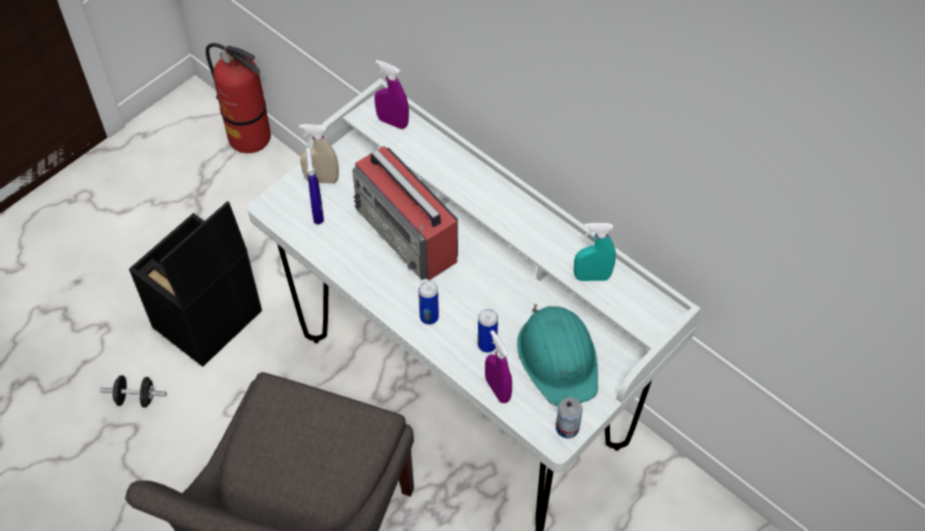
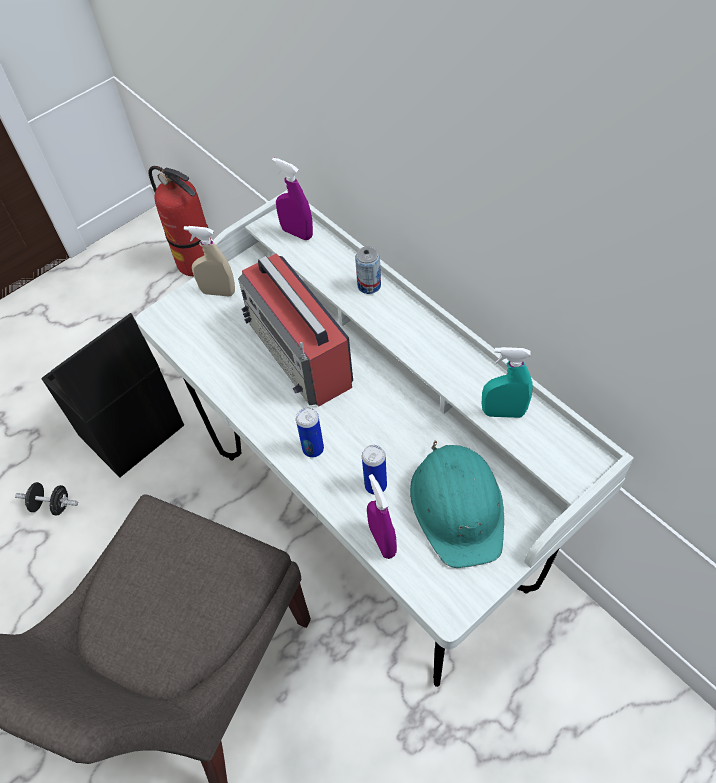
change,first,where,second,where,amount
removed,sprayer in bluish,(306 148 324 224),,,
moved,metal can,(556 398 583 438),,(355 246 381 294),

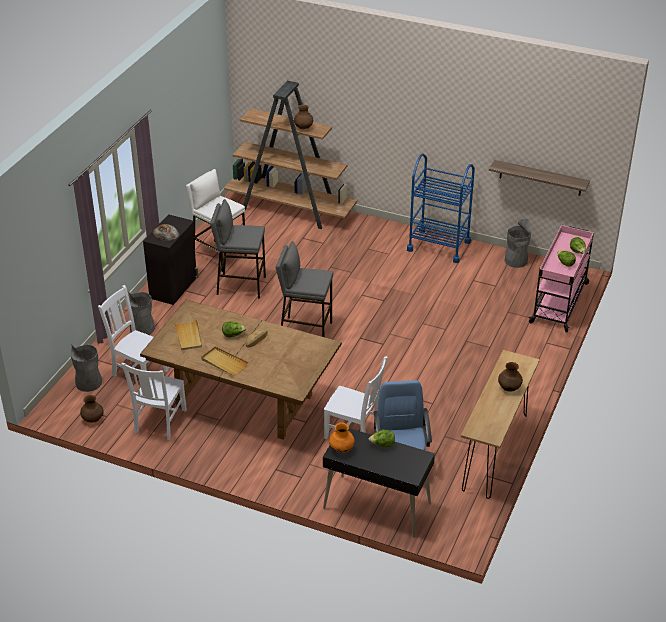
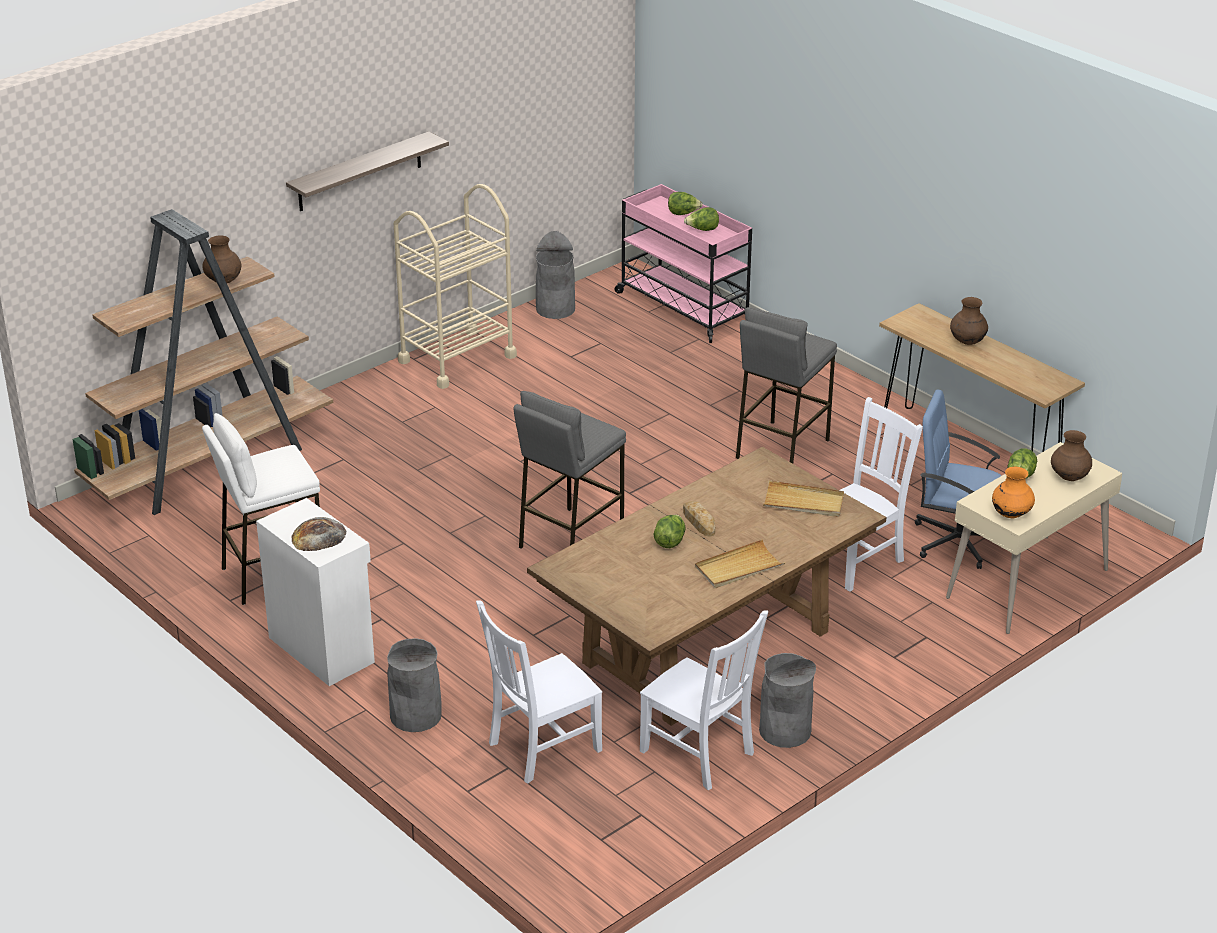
change,first,where,second,where,amount
moved,waste bin in greyish,(70 344 102 392),,(759 653 816 748),
moved,decorative vase in brown-coloured,(80 395 104 423),,(1051 430 1092 481),
moved,serving tray in beige,(174 319 202 350),,(763 480 844 517),
moved,stool in greyish,(210 199 266 299),,(736 307 837 464),
moved,bracket shelf,(489 160 590 196),,(286 132 449 211),
recoloured,cupboard in black-coloured,(143 214 199 305),cupboard in whitish,(256 498 375 686),
recoloured,desk unit in black-coloured,(323 428 435 538),desk unit in beige,(946 442 1122 634),
recoloured,wheeled cart in bluish,(407 154 475 263),wheeled cart in beige,(394 184 517 389),

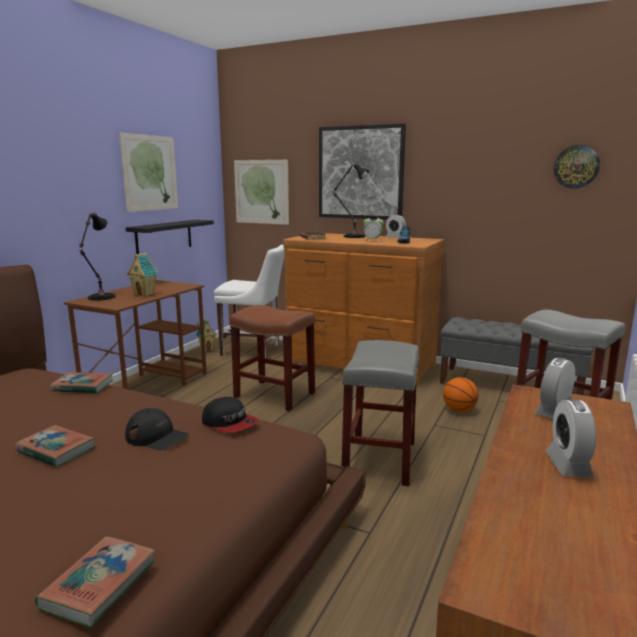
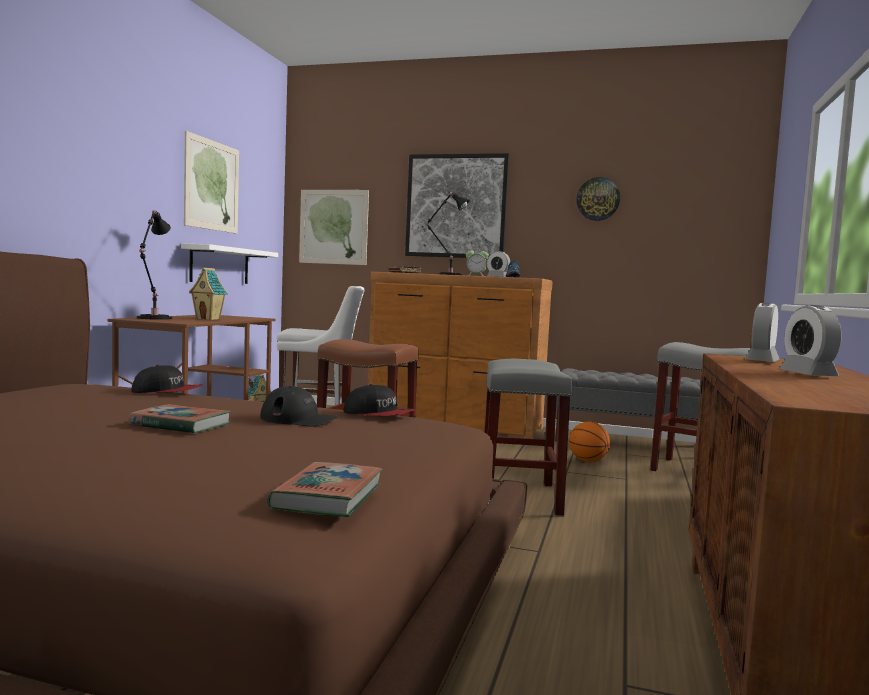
change,first,where,second,where,amount
moved,wall clock,(553 145 600 189),,(576 177 620 221),
replaced,book,(50 372 113 393),cap,(131 365 203 393),
recoloured,bracket shelf in black-coloured,(126 220 214 254),bracket shelf in whitish,(181 243 278 284),

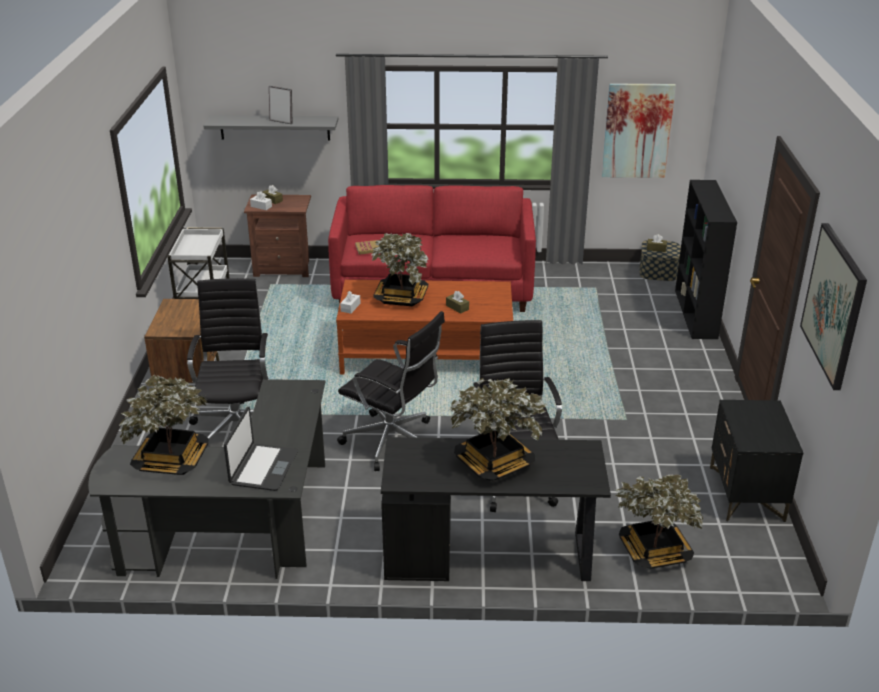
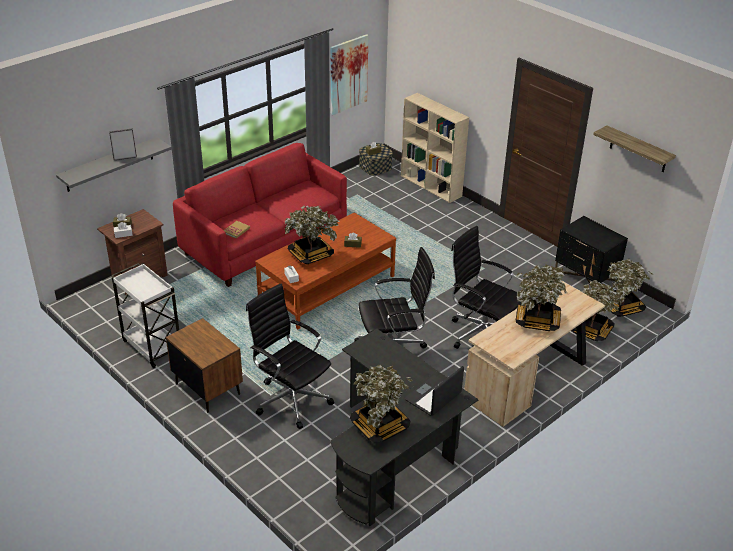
change,first,where,second,where,amount
added,,,plant in a pot,(607 259 653 316),
replaced,wall picture,(800 223 867 390),bracket shelf,(593 126 676 172),
recoloured,desk unit in black-coloured,(381 437 611 581),desk unit in beige,(464 281 605 427),
recoloured,bookcase in black-coloured,(675 180 737 339),bookcase in beige,(401 93 469 203),
turned,portable computer,(224 407 298 491),,(405 366 464 416),105 degrees counterclockwise

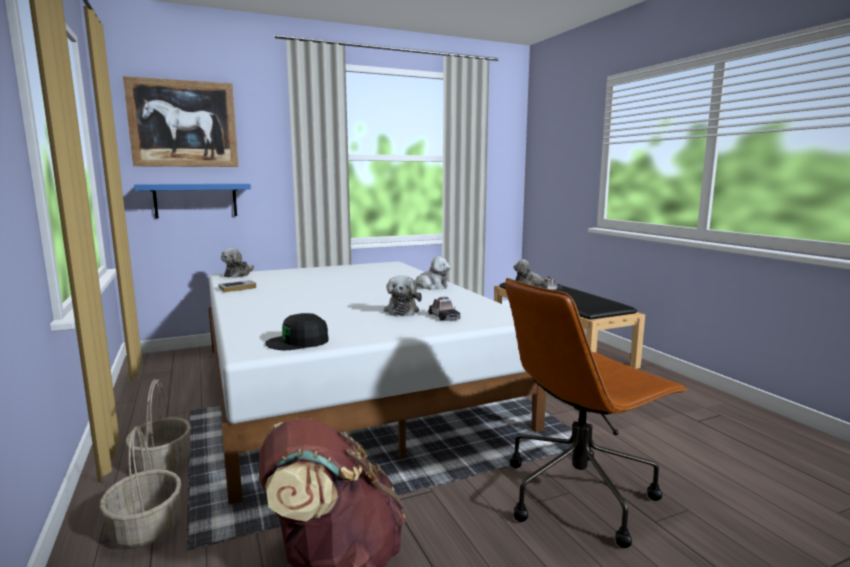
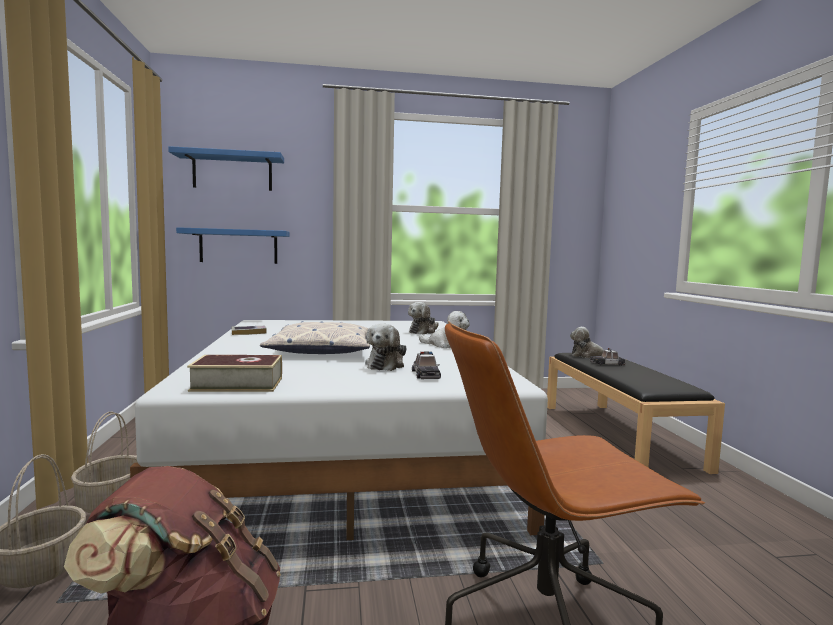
change,first,where,second,where,amount
added,,,pillow,(260 321 370 354),
moved,plush toy,(221 248 254 278),,(408 302 439 335),
replaced,wall picture,(123 76 238 167),bracket shelf in bluish,(168 146 284 191),
replaced,cap in black-coloured,(265 313 329 350),book,(187 355 282 392),

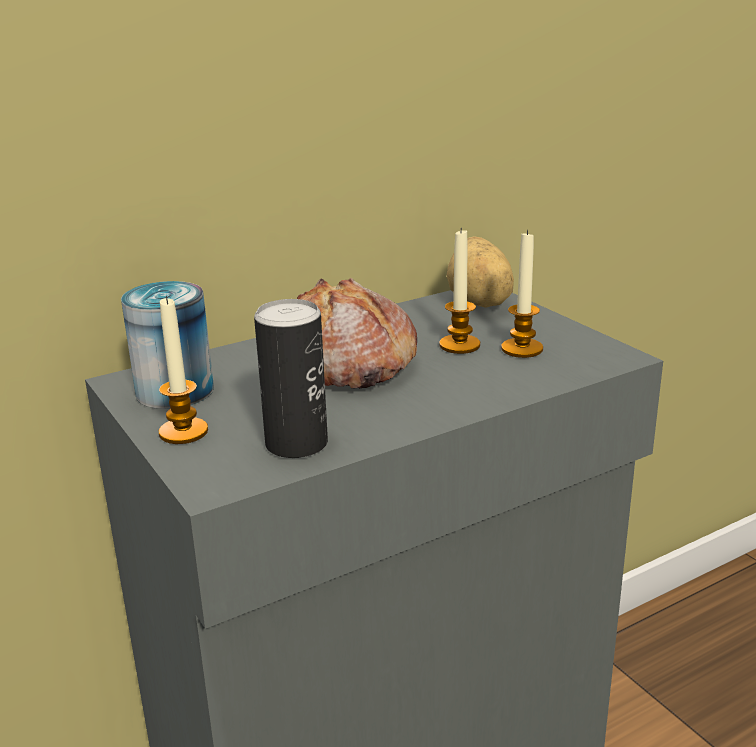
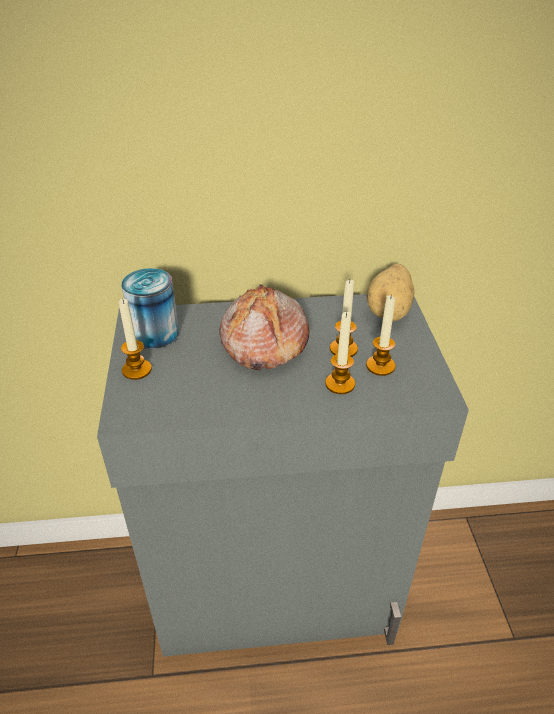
change,first,where,second,where,amount
removed,metal can,(254 299 328 458),,,
added,,,candle,(325 312 355 394),

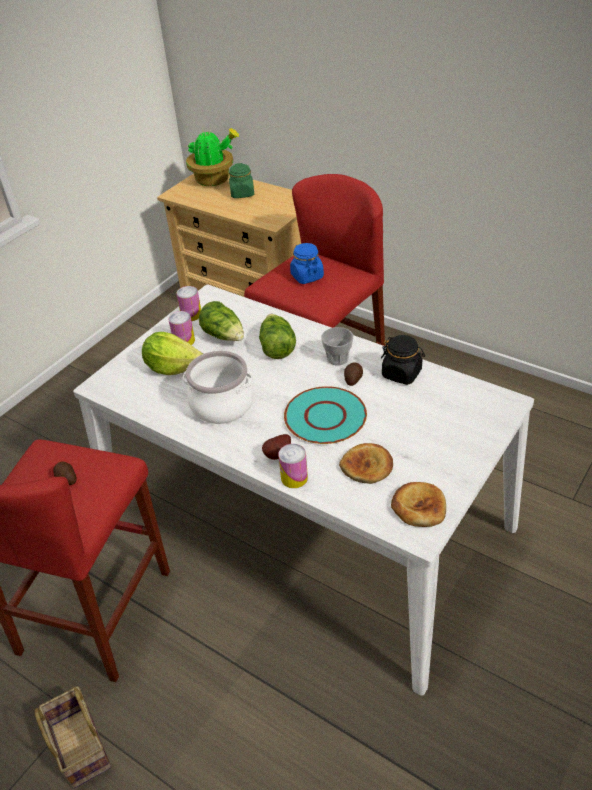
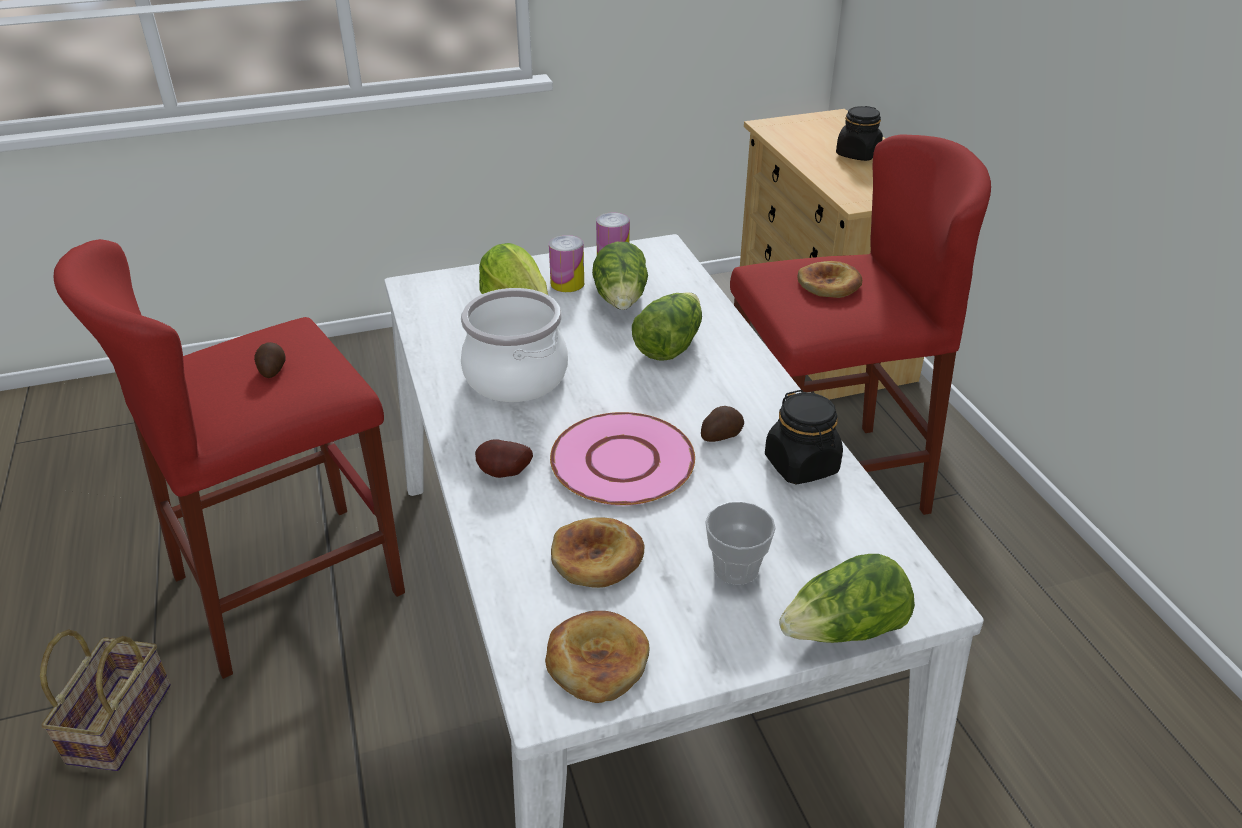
change,first,where,second,where,amount
removed,plant in a pot,(186 128 239 186),,,
removed,metal can,(278 444 308 488),,,
added,,,head of lettuce,(779 554 915 643),
moved,cup,(321 327 353 365),,(705 501 776 585),
replaced,preserve jar in bluish,(290 243 324 284),bread,(797 261 862 298),
recoloured,preserve jar in greenish,(229 163 254 198),preserve jar in black-coloured,(836 106 883 161),
recoloured,dinner plate in turquoise-coloured,(284 386 367 444),dinner plate in pinkish,(550 412 695 506),

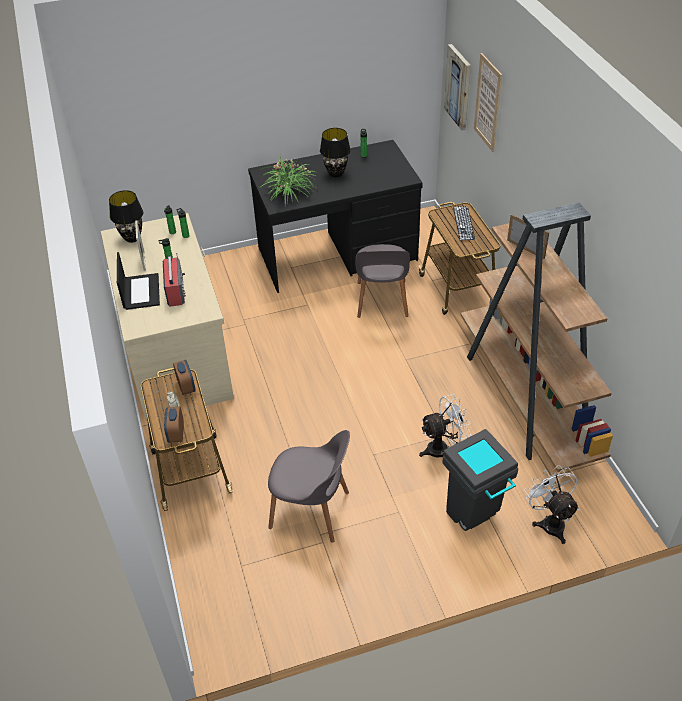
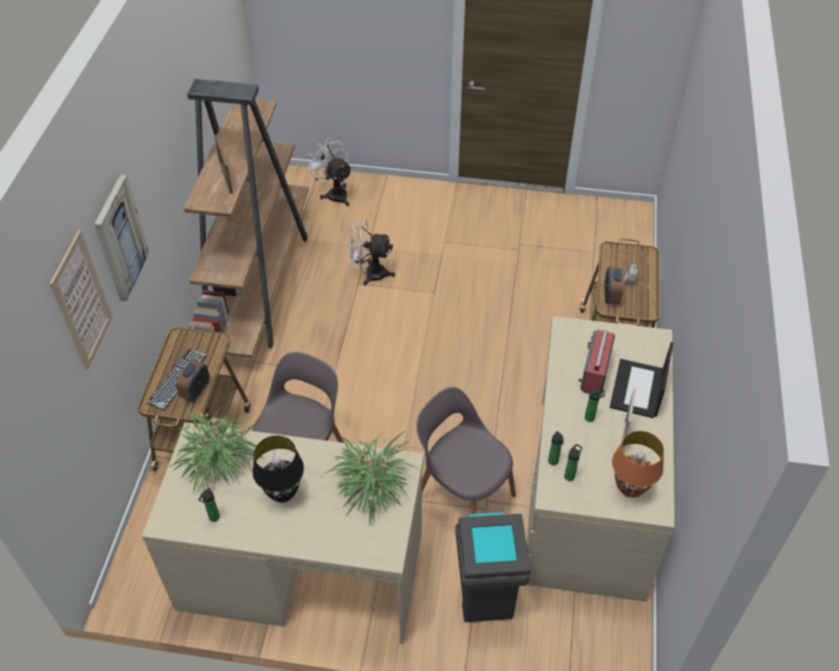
change,first,where,second,where,amount
added,,,plant in a pot,(171 406 266 493),
moved,alarm clock,(164 407 184 443),,(176 360 210 401),
moved,plain chair in greyish,(268 430 350 543),,(416 387 516 514),
moved,waste bin in greyish,(443 429 518 531),,(455 512 531 622),
moved,wall picture,(444 44 471 131),,(94 175 149 301),
recoloured,table lamp in black-coloured,(109 190 143 243),table lamp in orange,(612 431 664 498),
recoloured,desk unit in black-coloured,(248 140 423 293),desk unit in beige,(142 422 424 645),
turned,cooling fan in whitish,(524 465 579 544),,(305 137 352 206),135 degrees clockwise

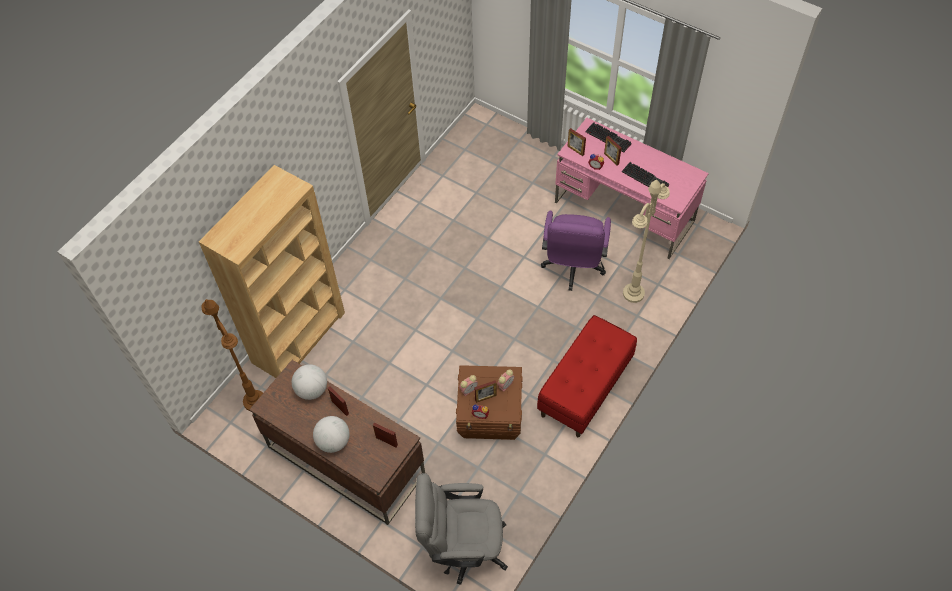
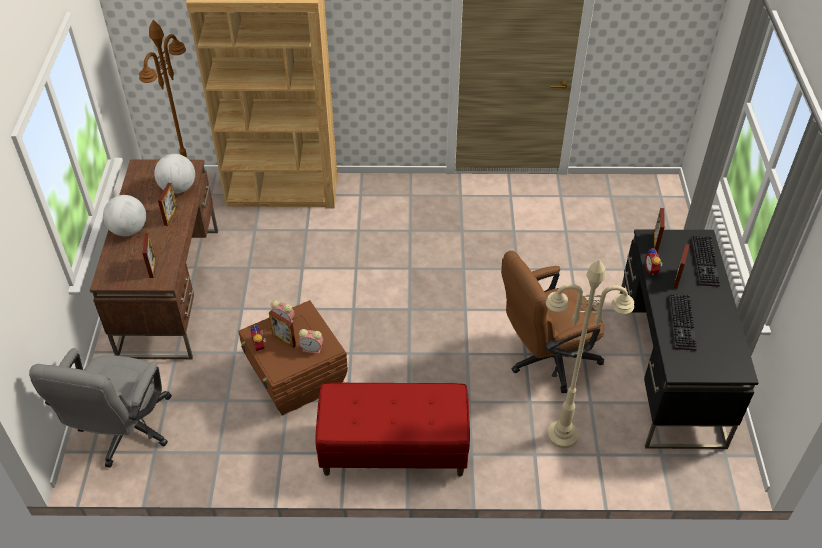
change,first,where,second,where,amount
recoloured,computer chair in purple-coloured,(541 210 611 291),computer chair in brown-coloured,(501 251 605 393),
recoloured,desk unit in pinkish,(555 118 709 259),desk unit in black-coloured,(620 230 759 449),
turned,computer chair in greyish,(415 473 508 585),,(29 348 172 468),135 degrees counterclockwise

